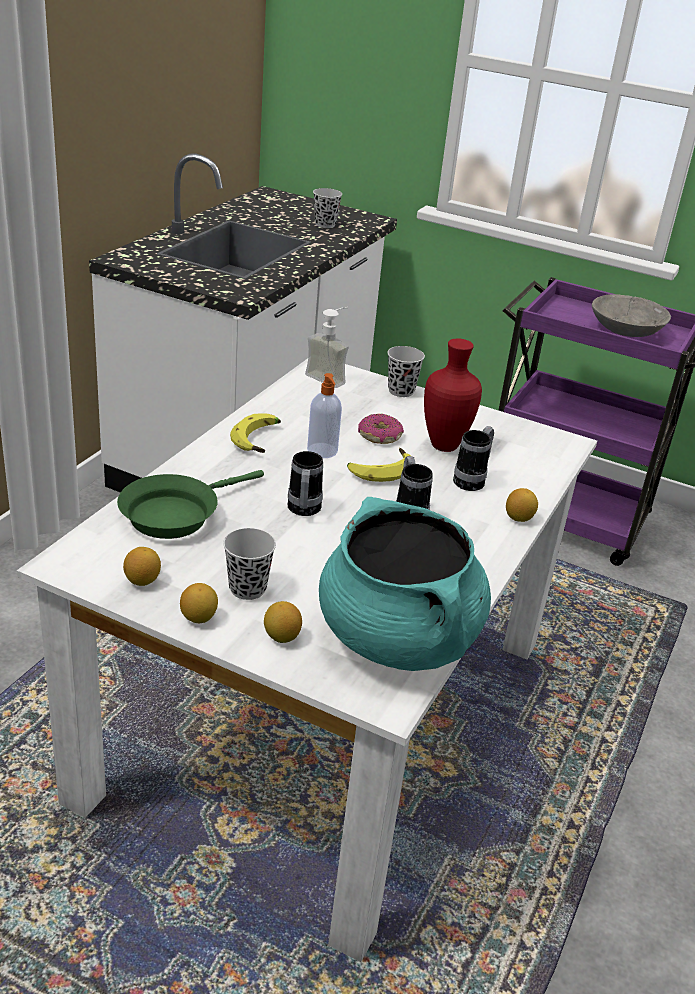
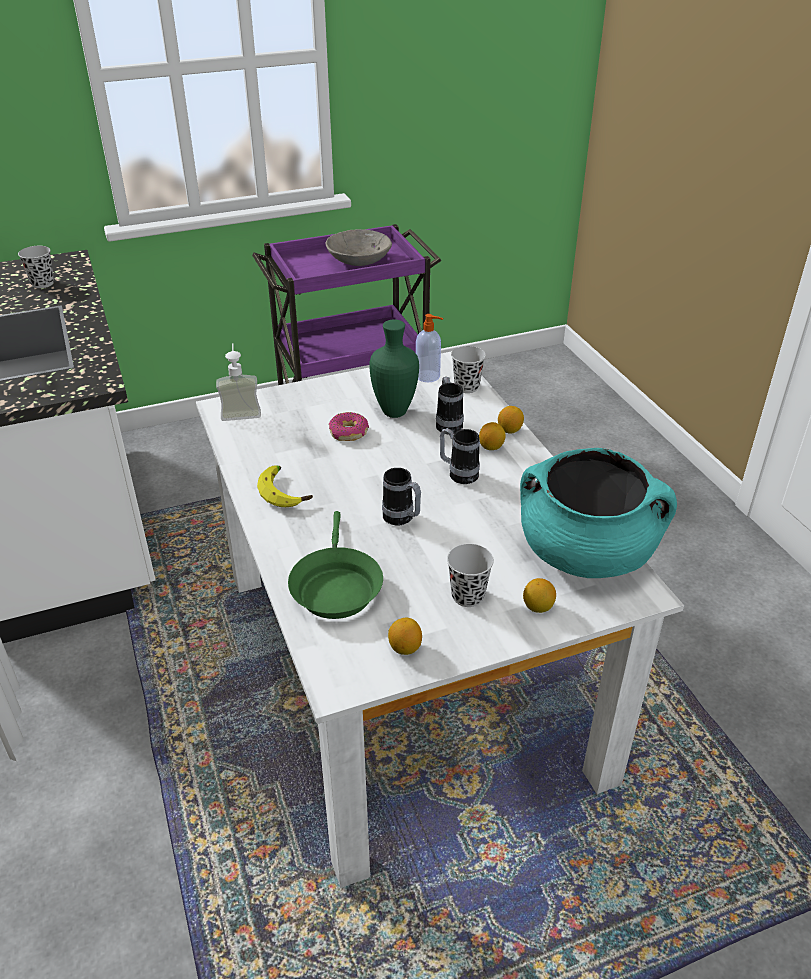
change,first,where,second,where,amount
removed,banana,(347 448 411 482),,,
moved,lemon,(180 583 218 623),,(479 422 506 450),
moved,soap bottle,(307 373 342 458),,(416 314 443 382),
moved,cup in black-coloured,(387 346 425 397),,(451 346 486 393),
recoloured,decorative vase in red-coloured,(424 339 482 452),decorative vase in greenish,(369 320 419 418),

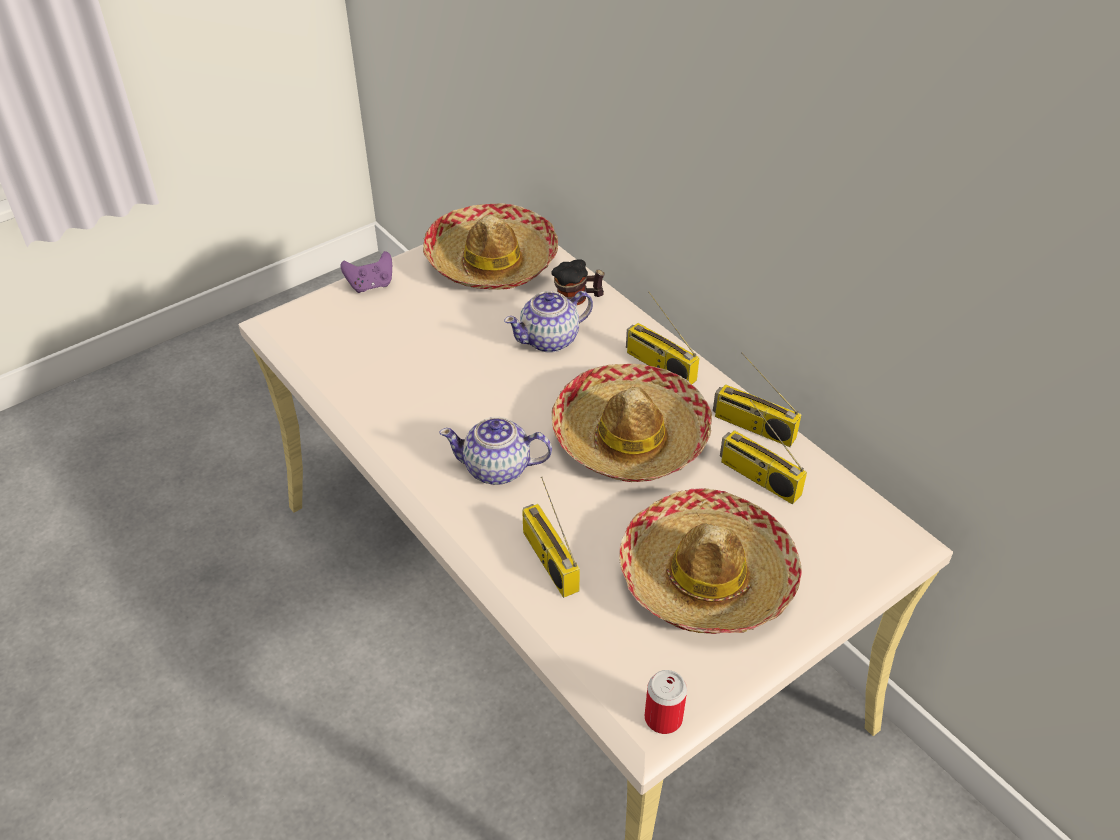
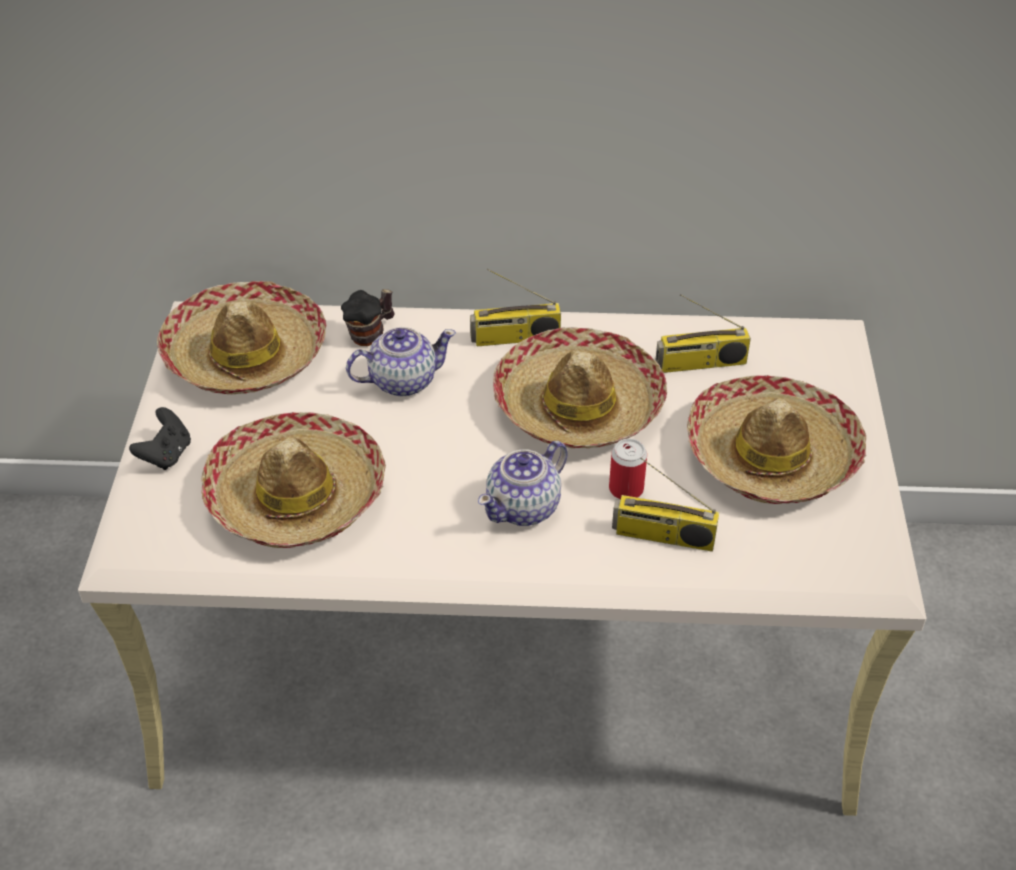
change,first,where,second,where,amount
removed,radio,(713 352 801 447),,,
added,,,hat,(201 412 386 548),
moved,metal can,(645 670 687 734),,(609 439 647 499),
recoloured,joypad in purple-coloured,(340 251 392 293),joypad in black-coloured,(129 407 191 470),
turned,tea pot,(504 291 593 352),,(346 327 456 397),120 degrees counterclockwise

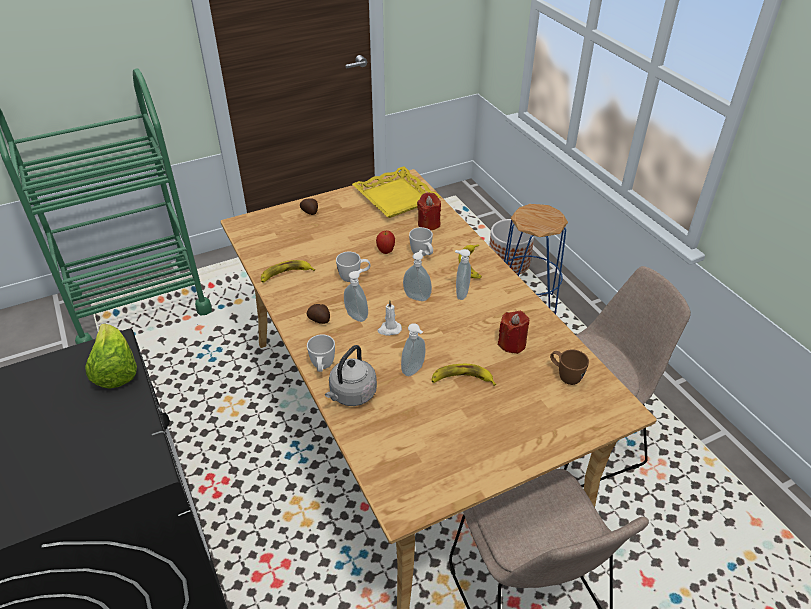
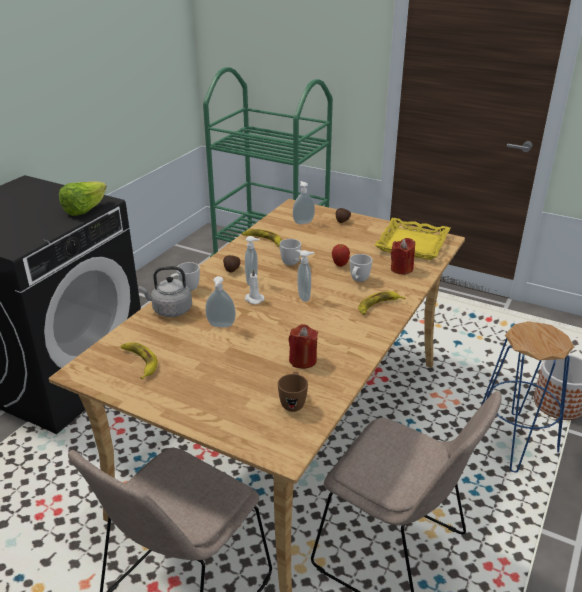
change,first,where,second,where,amount
moved,banana,(431 364 496 386),,(121 342 158 379),
moved,soap bottle,(455 249 471 300),,(293 181 315 224),

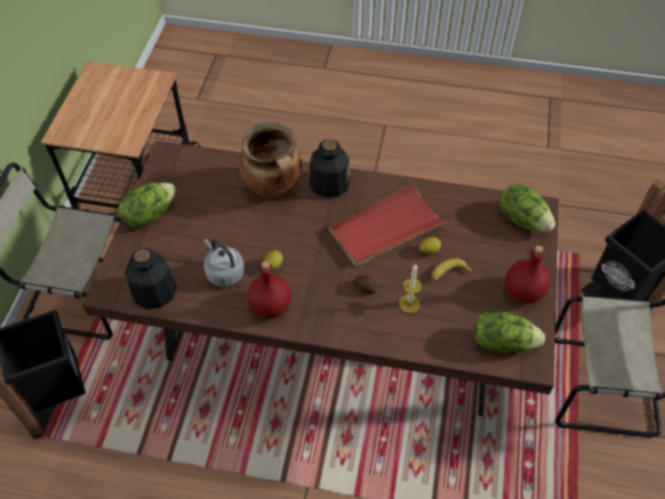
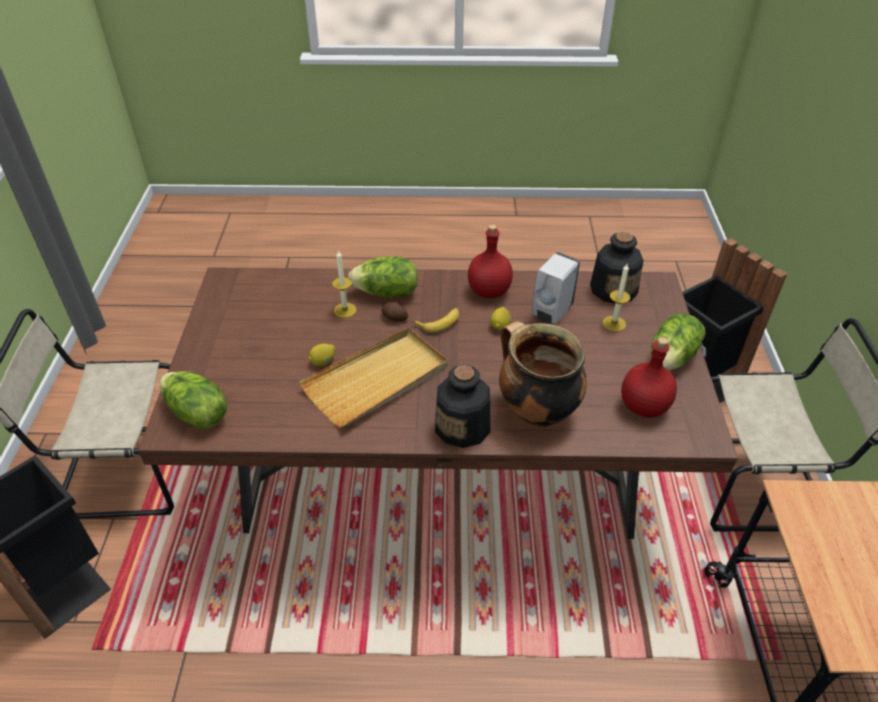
change,first,where,second,where,amount
added,,,candle,(603 264 630 332),
moved,banana,(432 258 474 281),,(413 308 459 333),
moved,head of lettuce,(475 312 545 354),,(348 256 418 298),
moved,bottle in red-coloured,(505 245 550 304),,(621 337 677 417),
replaced,water kettle in greyish,(204 239 244 287),soap bottle in whitish,(532 252 580 324),
recoloured,serving tray in red-coloured,(329 183 448 266),serving tray in beige,(299 328 448 428),

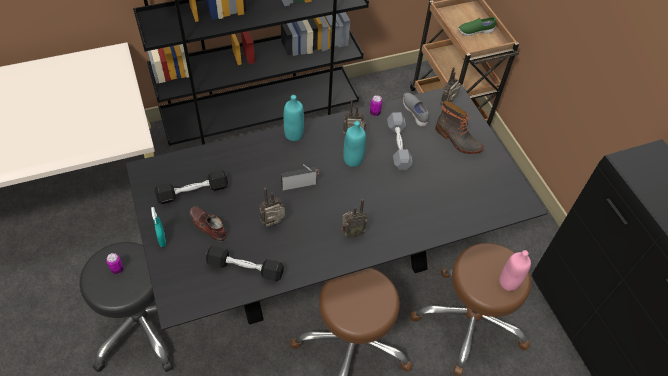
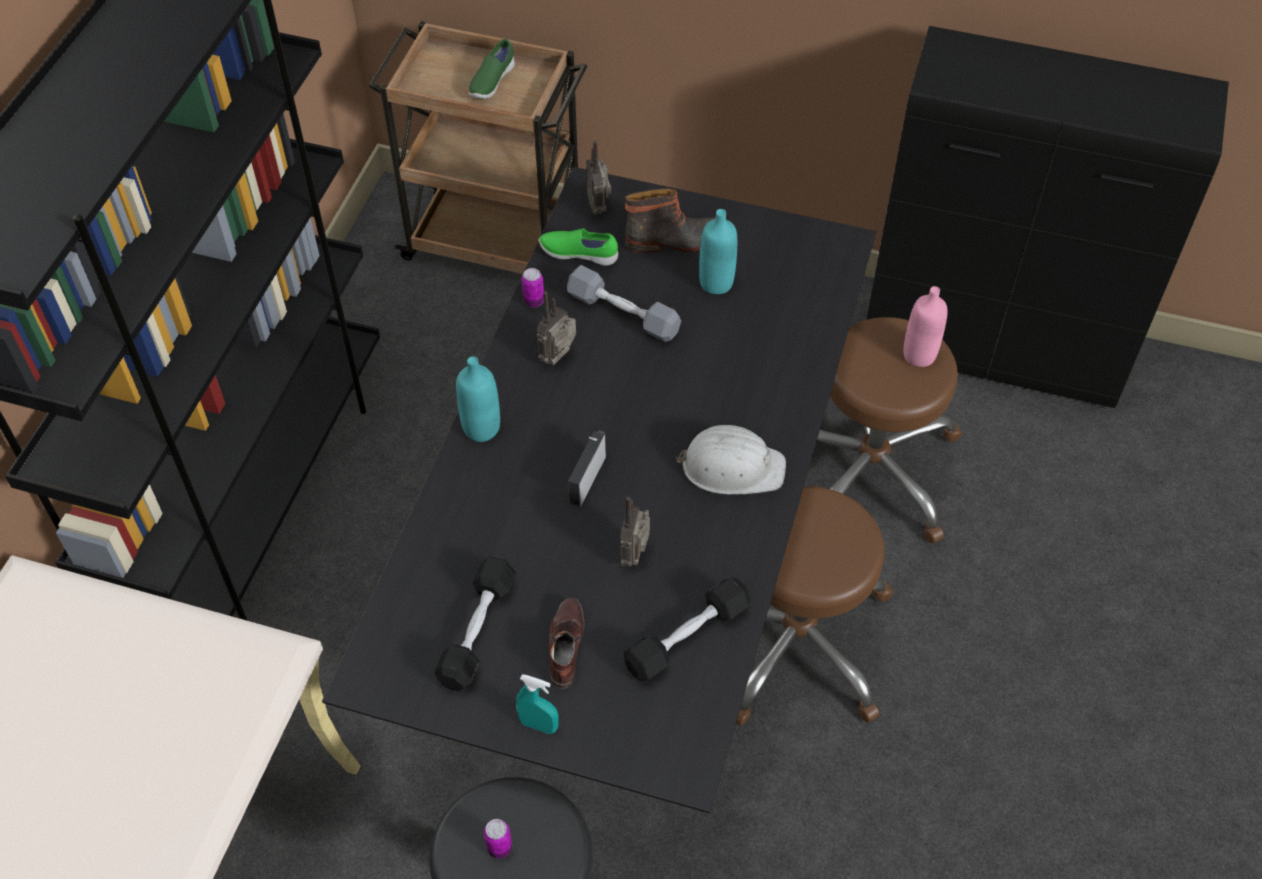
change,first,where,second,where,amount
moved,bottle in turquoise-coloured,(343 121 366 167),,(699 209 737 294),
replaced,radio,(341 199 368 238),work helmet in whitish,(676 425 786 495),
recoloured,shoe in greyish,(403 93 429 127),shoe in greenish,(539 228 618 265),
turned,shoe in brown-coloured,(190 206 227 242),,(549 598 584 689),105 degrees clockwise

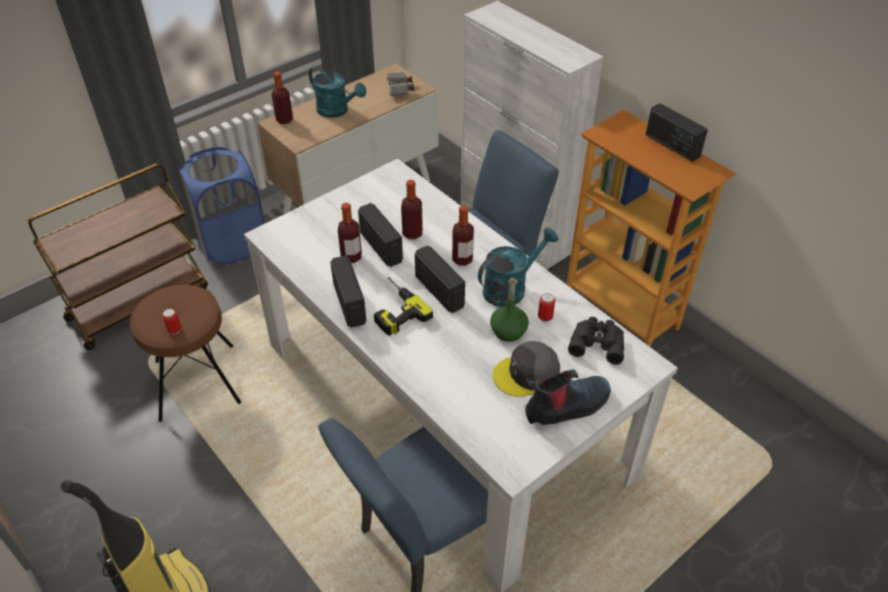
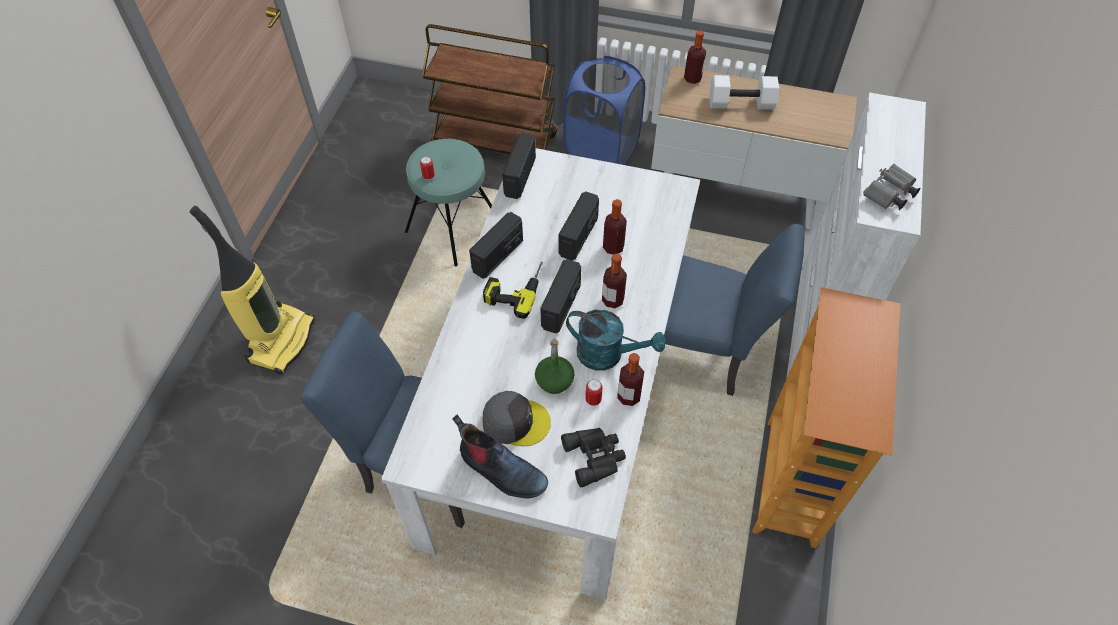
change,first,where,second,where,amount
moved,bottle,(338 203 362 263),,(617 353 644 406),
moved,field glasses in greyish,(387 72 414 97),,(863 164 920 210),
moved,radio,(646 103 708 162),,(502 133 536 199),
replaced,sprinkling can in turquoise-coloured,(309 66 367 118),dumbbell in whitish,(709 75 779 110),
recoloured,stool in brown-coloured,(130 285 241 422),stool in turquoise-coloured,(405 139 492 267),
turned,cap in greyish,(493 341 560 397),,(482 391 551 446),150 degrees clockwise

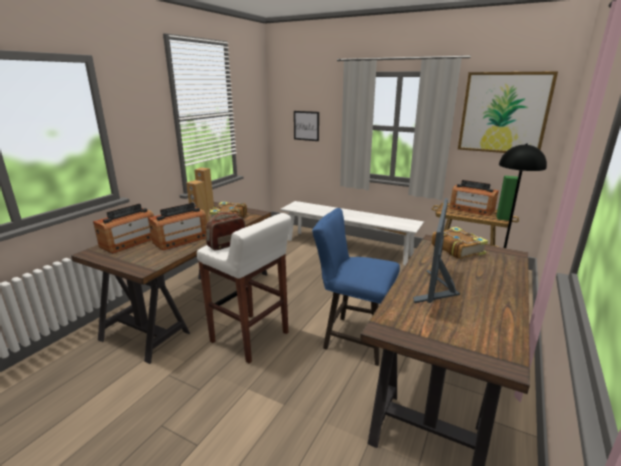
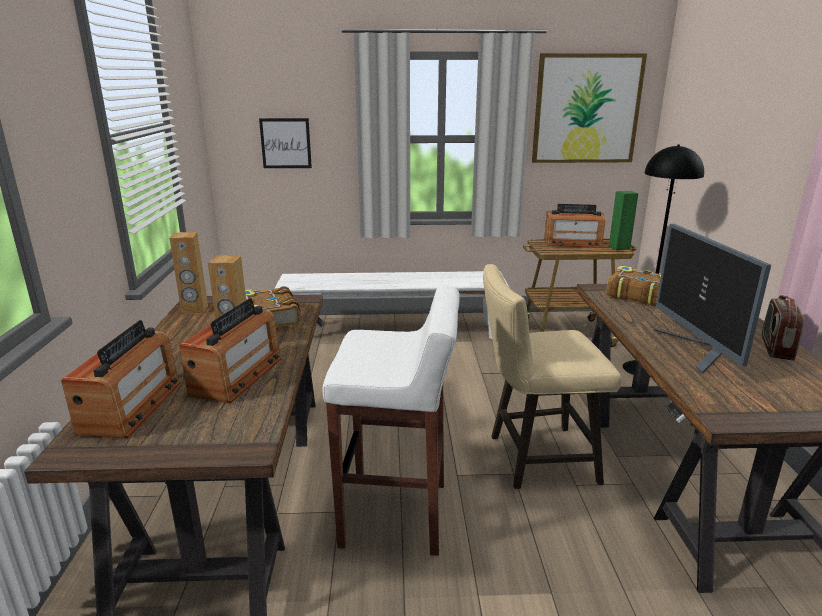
change,first,where,second,where,amount
moved,radio,(206 212 246 250),,(762 295 804 361),
recoloured,stool in bluish,(312 208 400 366),stool in beige,(483 264 622 489),

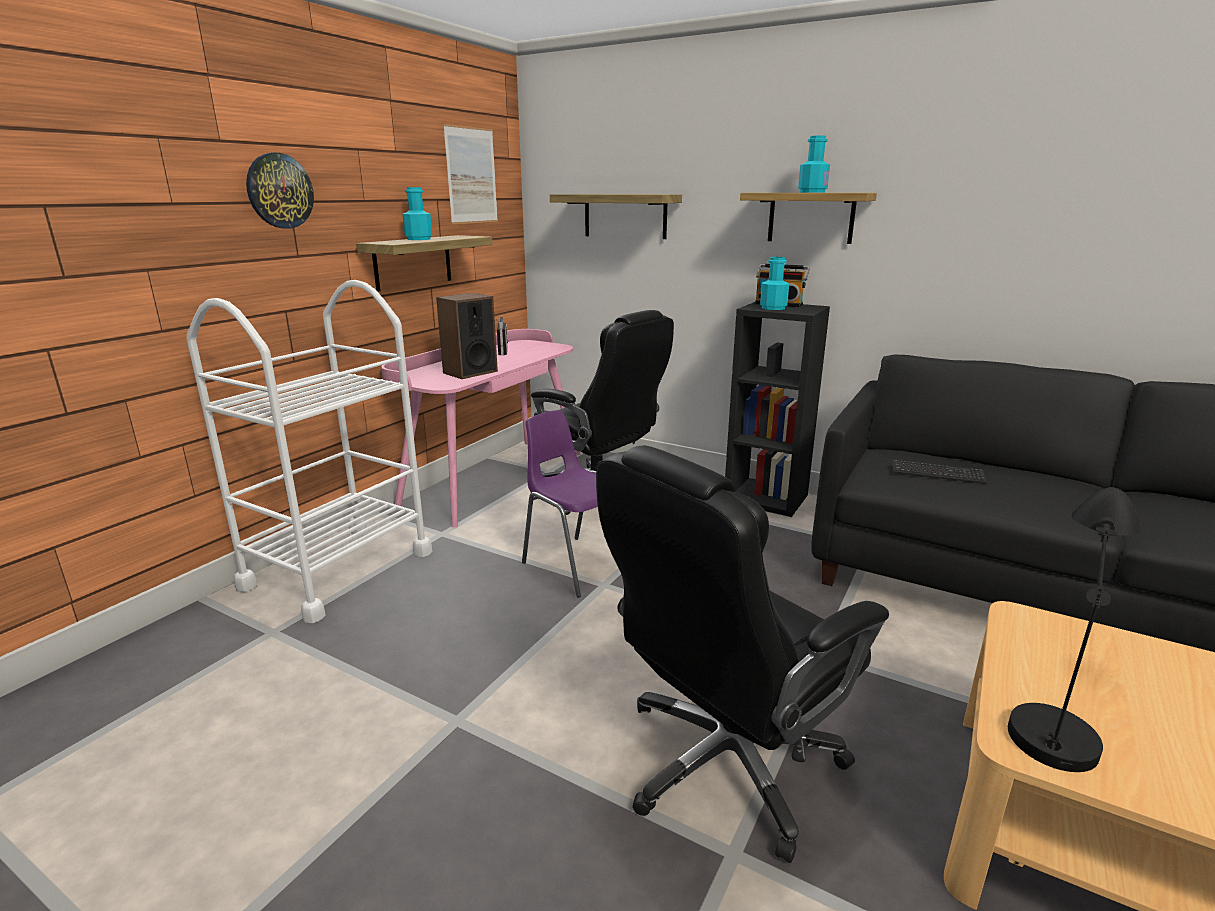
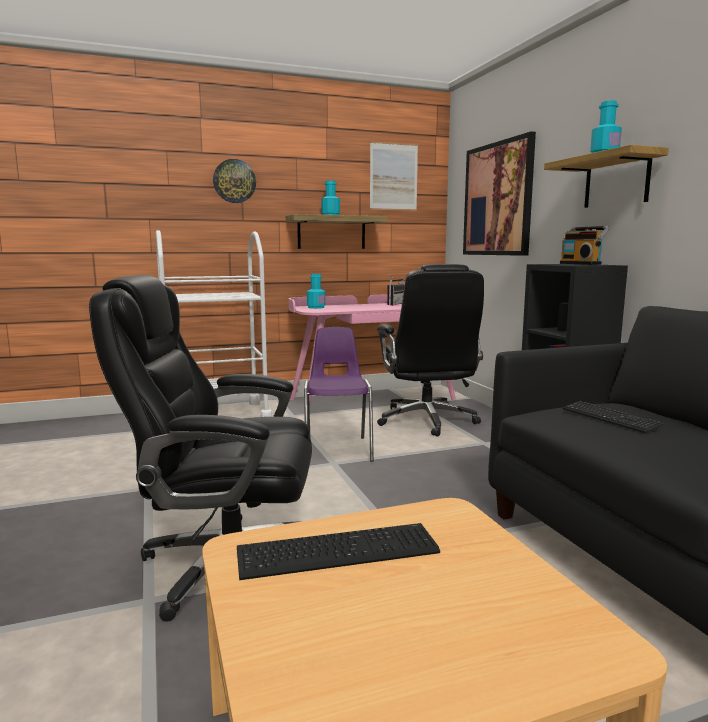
change,first,where,second,where,amount
removed,speaker,(436 293 498 379),,,
moved,bottle in turquoise-coloured,(760 257 789 310),,(307 274 326 309),
replaced,bracket shelf,(550 194 682 239),wall picture,(463 131 536 256),
replaced,table lamp in black-coloured,(1008 488 1141 772),PC keyboard,(237 523 440 580),

